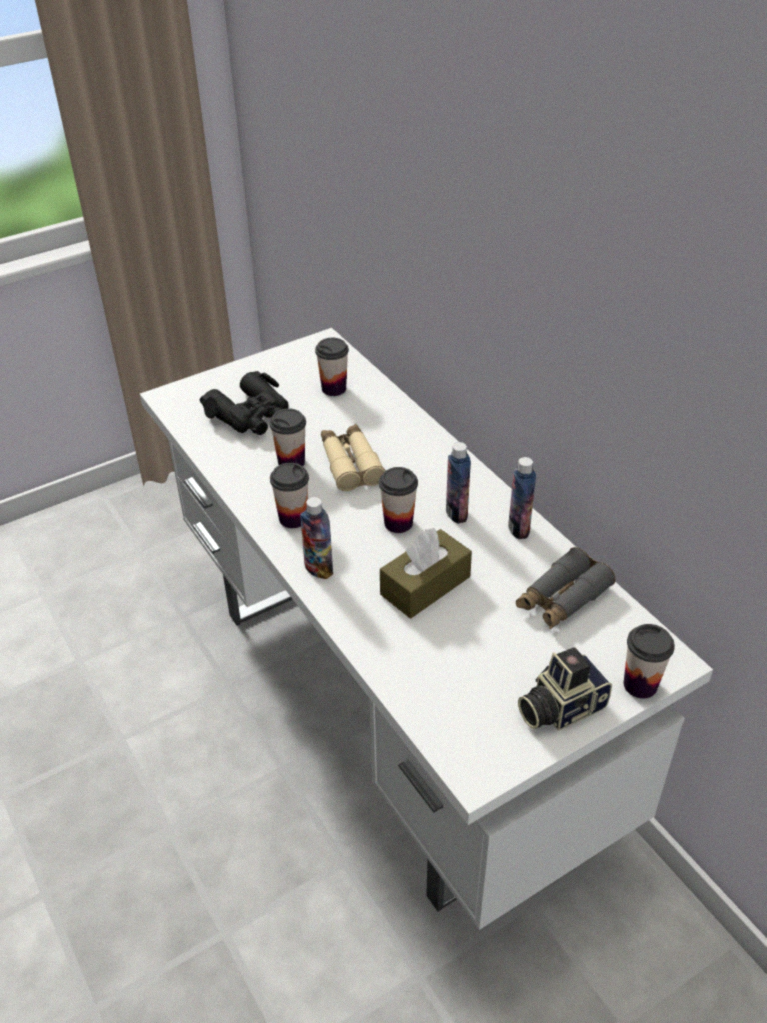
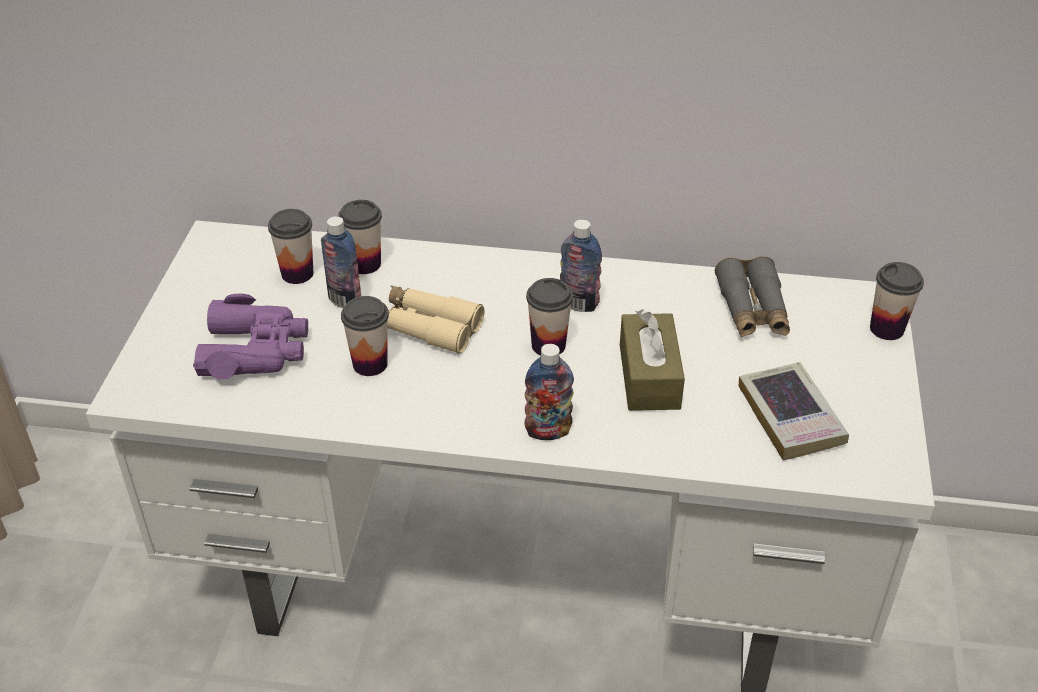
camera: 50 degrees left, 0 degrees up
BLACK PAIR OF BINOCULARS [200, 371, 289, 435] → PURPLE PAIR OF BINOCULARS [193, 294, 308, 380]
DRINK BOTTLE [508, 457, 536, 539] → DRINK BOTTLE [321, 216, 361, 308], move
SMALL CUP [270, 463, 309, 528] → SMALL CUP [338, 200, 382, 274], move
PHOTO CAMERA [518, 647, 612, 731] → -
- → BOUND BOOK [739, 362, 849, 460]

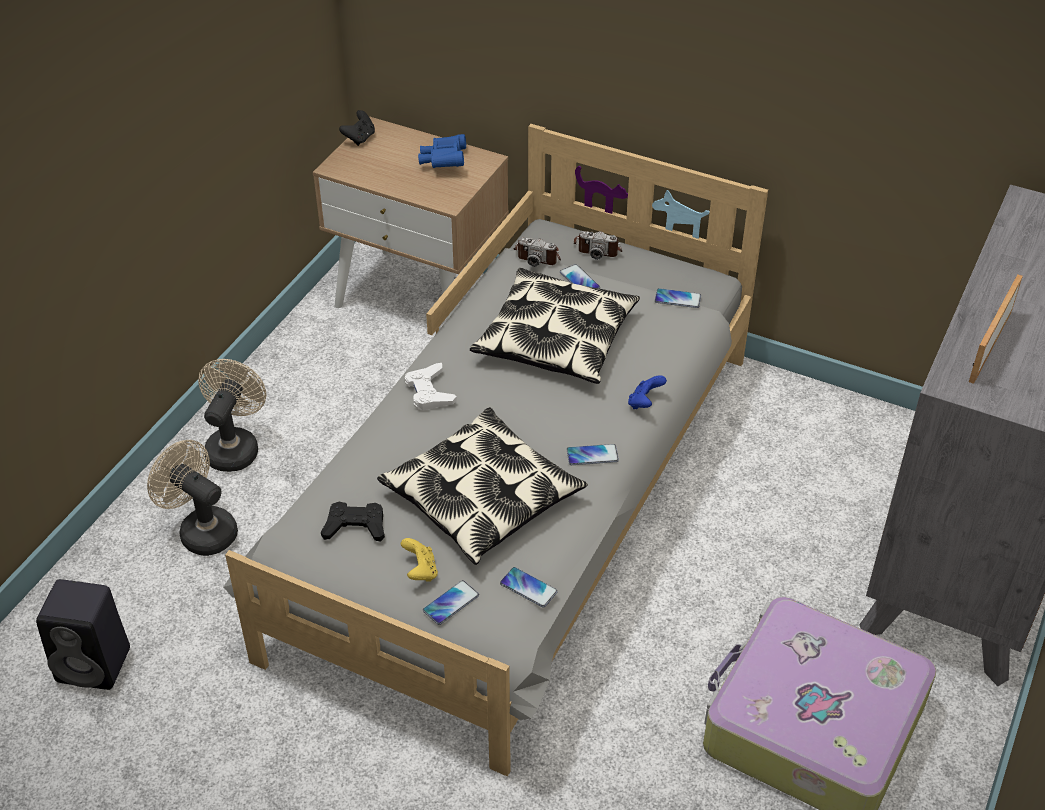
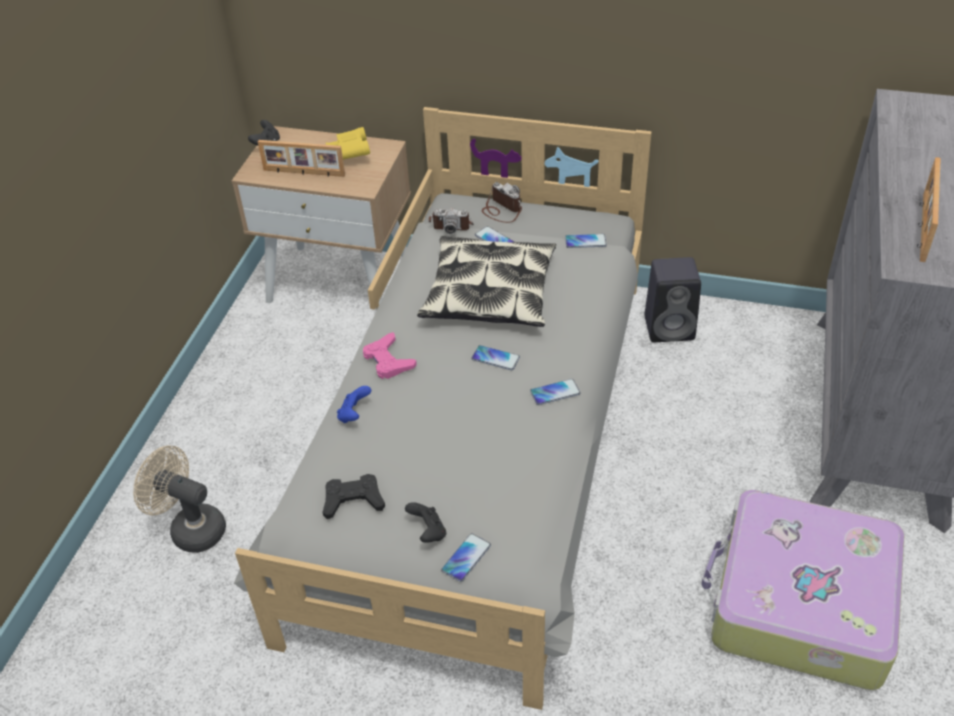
camera: 10 degrees left, 0 degrees up
BLUE PAIR OF BINOCULARS [418, 134, 466, 168] → YELLOW-COLOURED PAIR OF BINOCULARS [326, 127, 370, 160]
PHOTO CAMERA [574, 231, 622, 260] → PHOTO CAMERA [482, 182, 522, 223], 135 degrees counterclockwise
BEIGE-COLOURED ELECTRIC FAN [198, 359, 266, 472] → -
WHITE GAMEPAD [405, 363, 457, 411] → PINKISH GAMEPAD [363, 332, 417, 379]
BLUE GAMEPAD [628, 375, 667, 409] → BLUE GAMEPAD [337, 386, 371, 423], move
PILLOW [377, 407, 588, 565] → -
YELLOW-COLOURED GAMEPAD [401, 538, 438, 582] → BLACK GAMEPAD [405, 502, 446, 543]
PHONE [500, 567, 558, 608] → PHONE [471, 345, 520, 370], move
BLACK LOUDSPEAKER [36, 579, 130, 690] → BLACK LOUDSPEAKER [644, 257, 701, 342], move
- → PHOTO FRAME [258, 140, 345, 177]

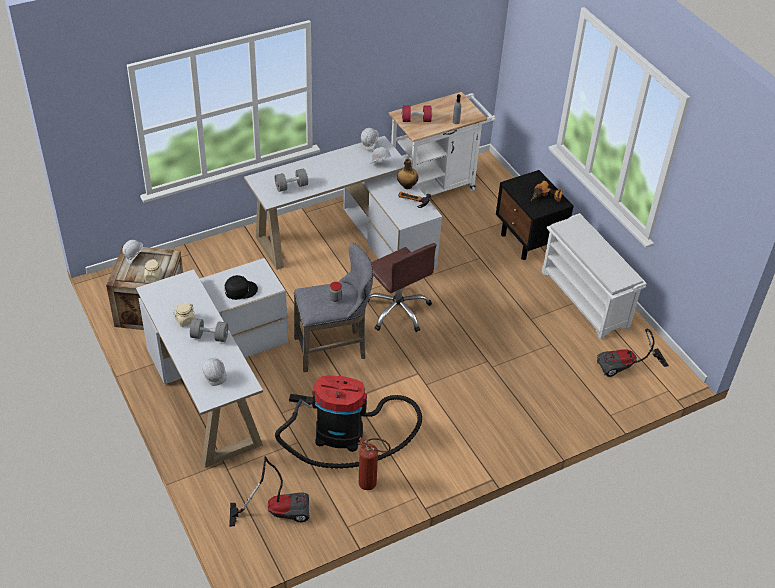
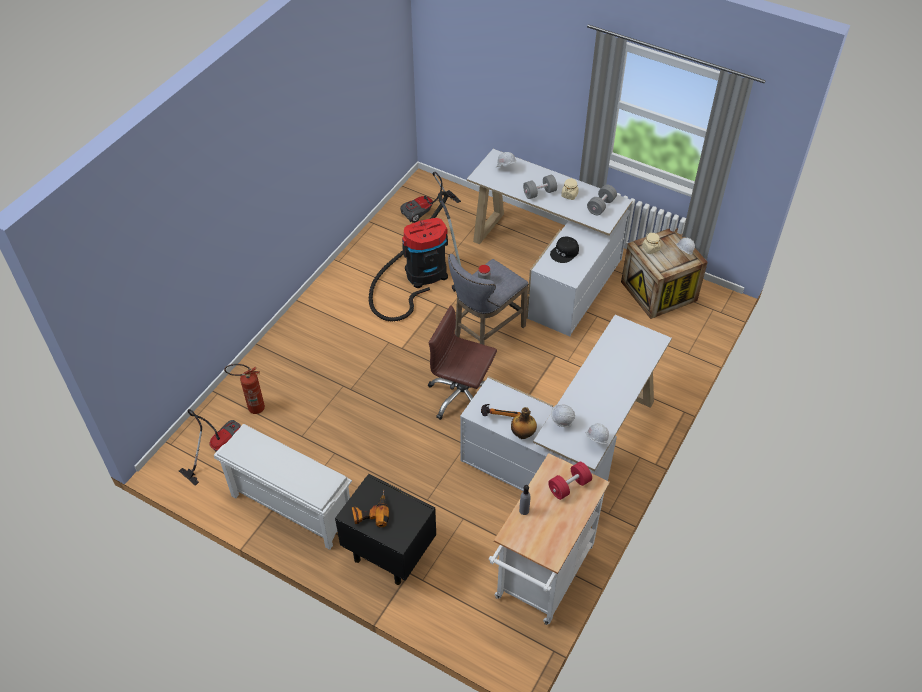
camera: 150 degrees right, 5 degrees up
GREYISH HAND WEIGHT [275, 168, 308, 192] → GREYISH HAND WEIGHT [587, 184, 617, 215], move
FIRE-FIGHTING CYLINDER [357, 437, 391, 490] → FIRE-FIGHTING CYLINDER [224, 364, 265, 414], move

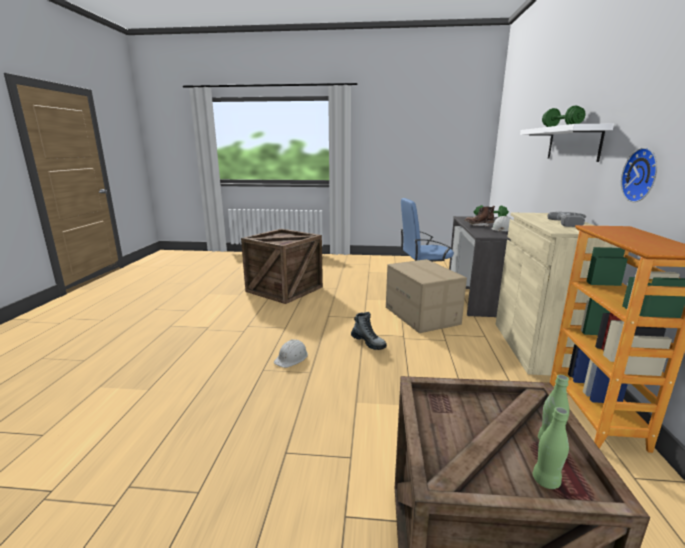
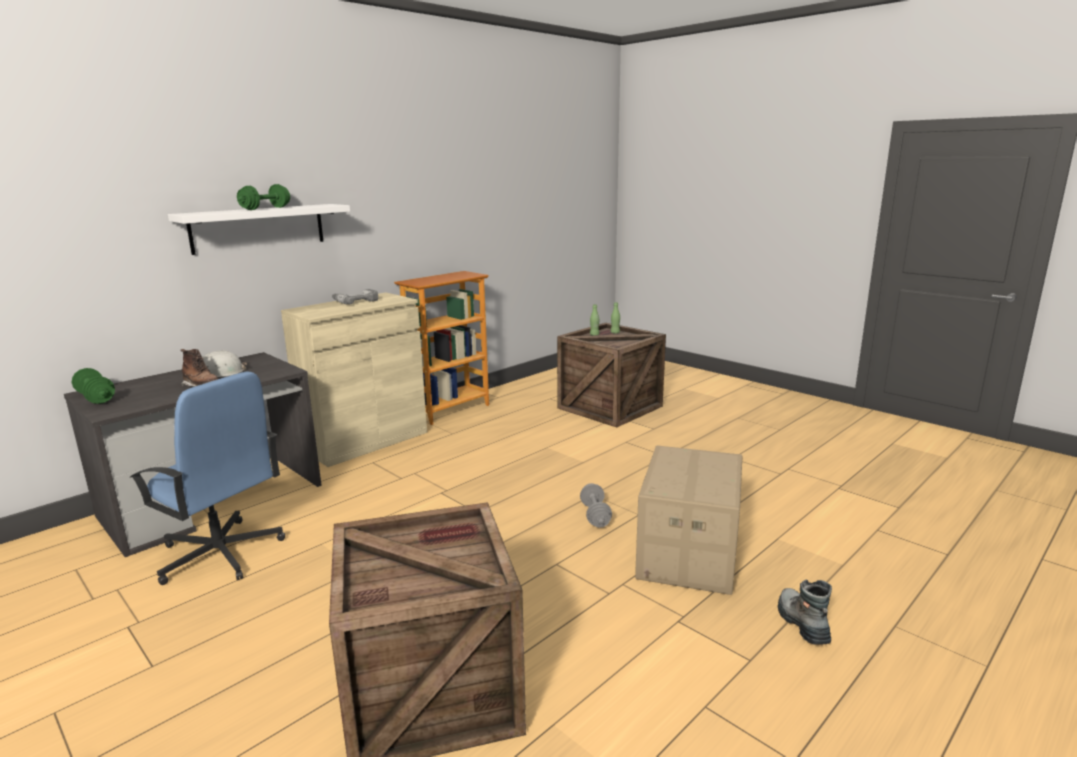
camera: 140 degrees left, 0 degrees up
HANGING CLOCK [621, 148, 657, 202] → -
CARTON [386, 259, 467, 333] → CARTON [635, 446, 742, 595], move
TALL BOOT [351, 312, 387, 350] → TALL BOOT [778, 580, 832, 644], move
WHITE SAFETY HELMET [274, 339, 308, 368] → GREYISH HAND WEIGHT [580, 483, 612, 527]

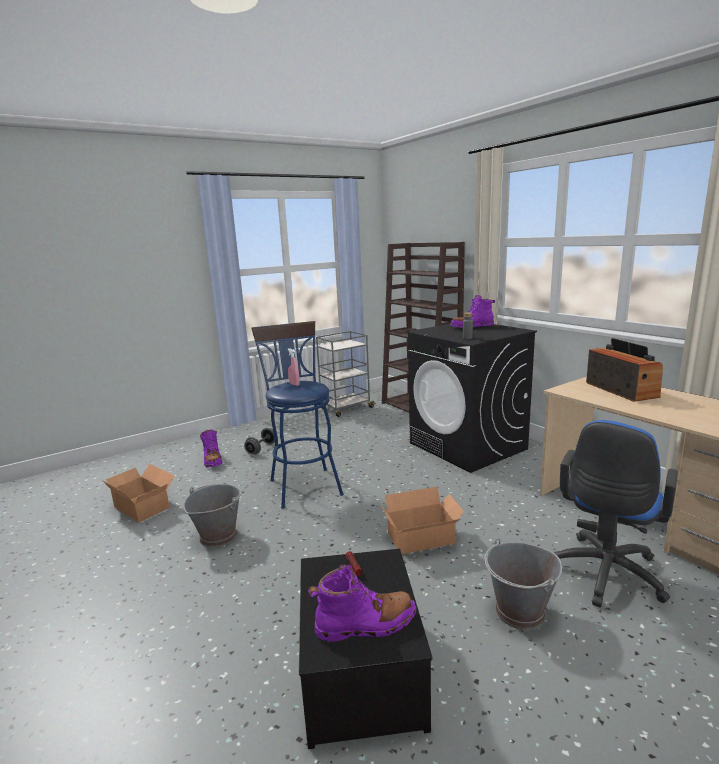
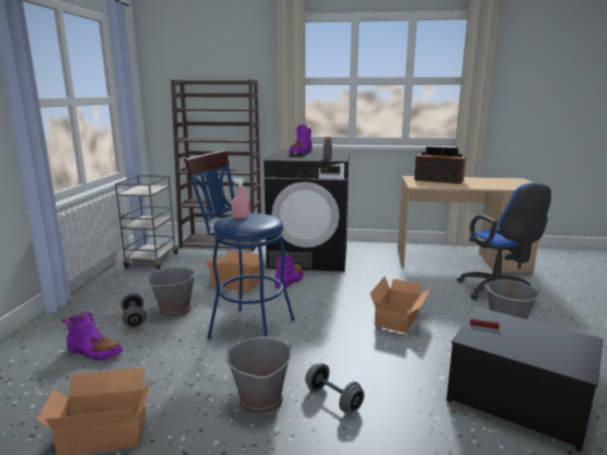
camera: 50 degrees left, 0 degrees up
PURPLE TALL BOOT [308, 564, 416, 642] → PURPLE TALL BOOT [275, 254, 304, 289], move
- → CARTON [204, 251, 264, 292]
- → GREYISH PAIL [148, 267, 196, 318]
- → GREYISH HAND WEIGHT [305, 363, 364, 413]

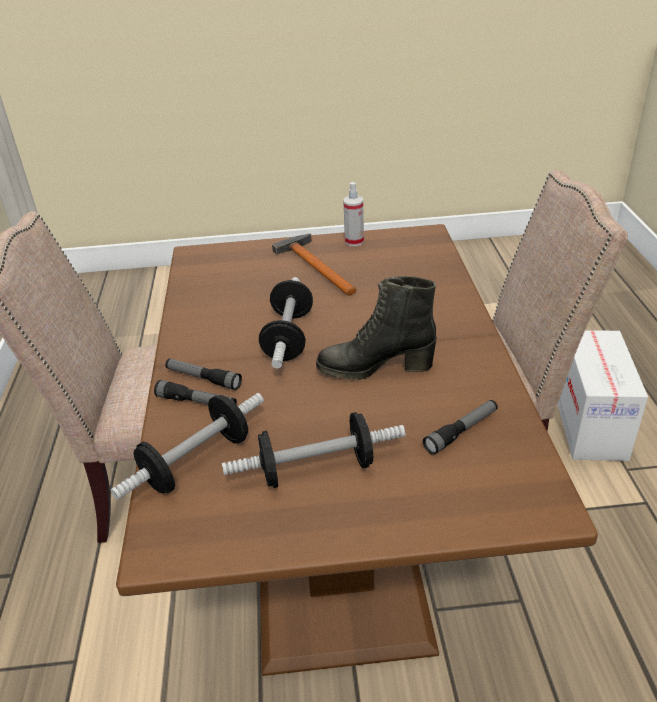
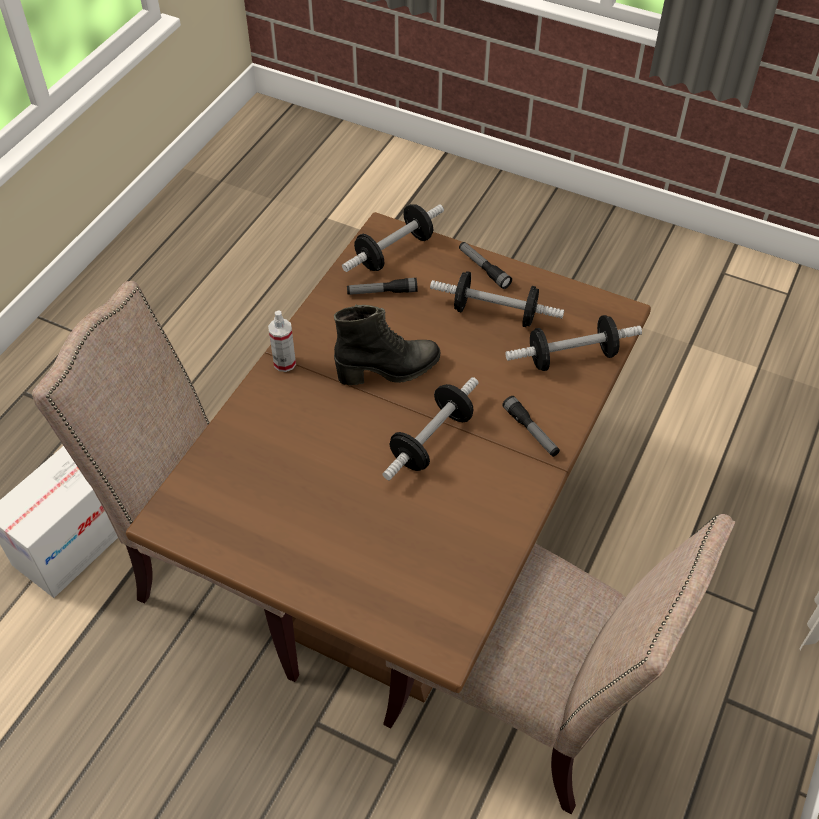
camera: 150 degrees left, 15 degrees up
SPRAYER [343, 182, 364, 246] → SPRAYER [268, 310, 296, 372], move
TOOL HAMMER [272, 233, 357, 296] → -
BLACK TALL BOOT [316, 276, 437, 380] → BLACK TALL BOOT [334, 304, 440, 385], 45 degrees counterclockwise
FLASHLIGHT [154, 380, 237, 404] → FLASHLIGHT [459, 242, 512, 289], move
- → HAND WEIGHT [342, 204, 444, 272]

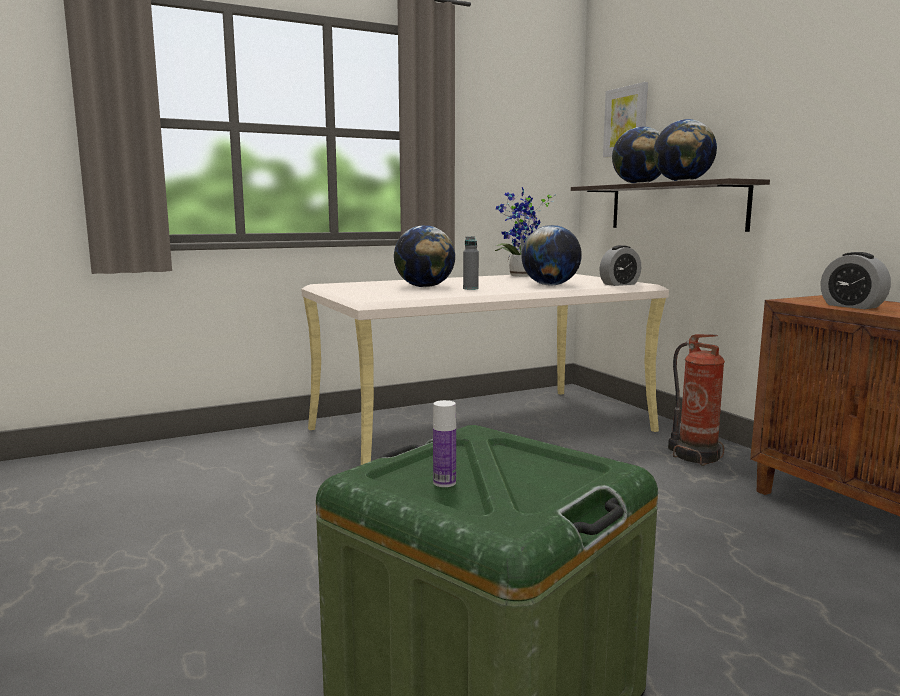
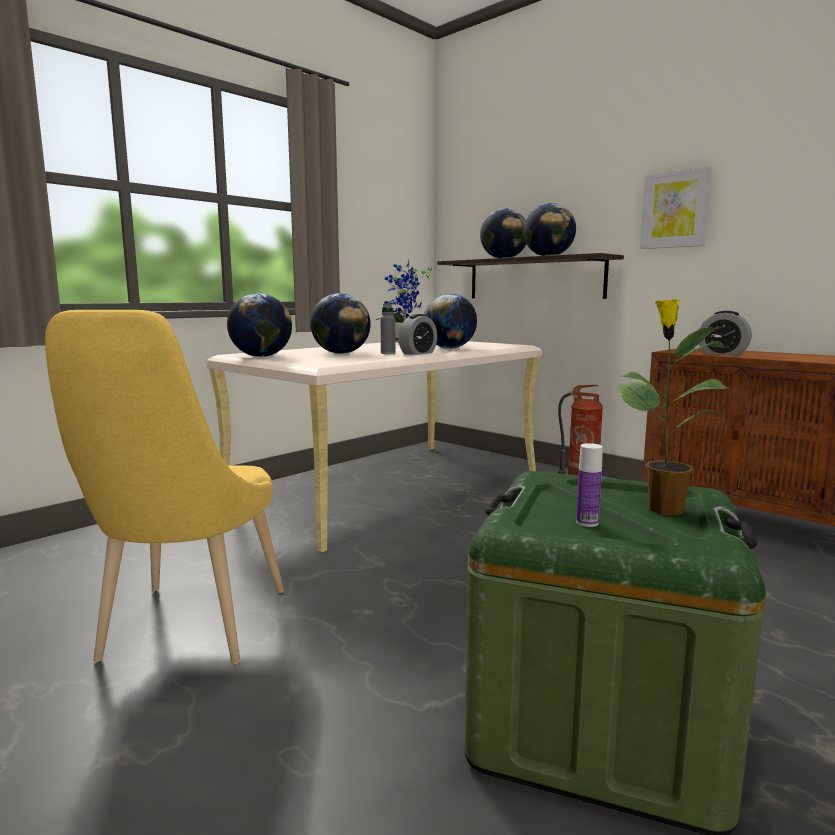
camera: 20 degrees left, 0 degrees up
PICTURE [603, 82, 648, 158] → PICTURE [640, 166, 712, 249], move
TABLE CLOCK [599, 245, 641, 286] → TABLE CLOCK [398, 314, 437, 355], move
- → GLOBE [227, 293, 292, 357]
- → HOUSEPLANT [618, 299, 728, 516]
- → YELLOW-COLOURED PLAIN CHAIR [45, 310, 284, 664]

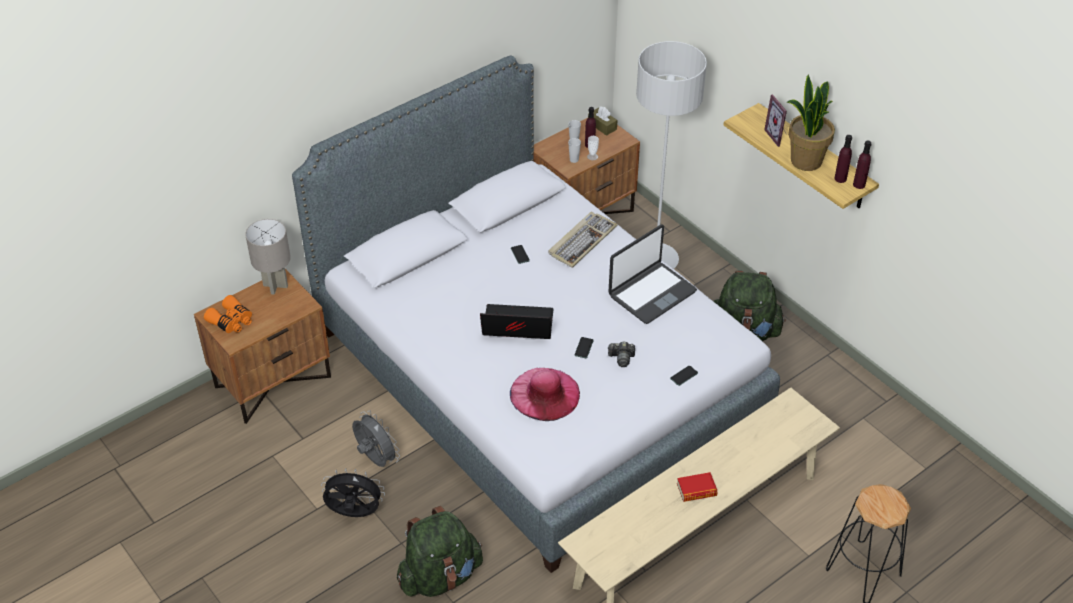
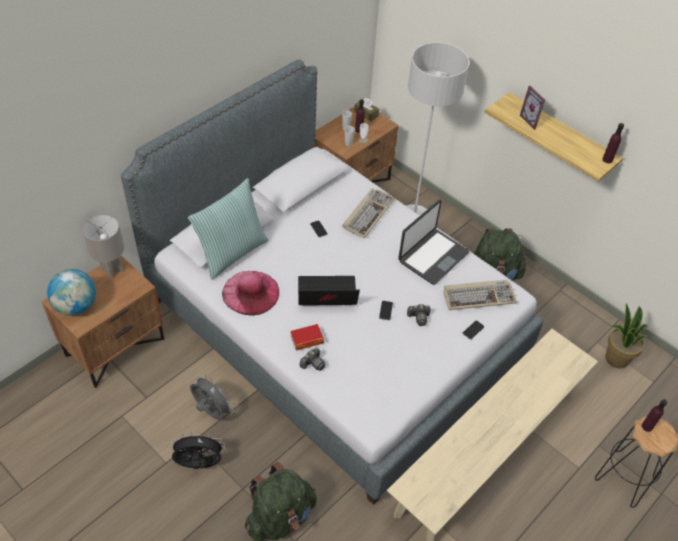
camera: 10 degrees left, 5 degrees up
HOUSEPLANT [786, 74, 835, 171] → HOUSEPLANT [605, 303, 648, 369], move
PURPLE DRINK BOTTLE [834, 135, 852, 183] → PURPLE DRINK BOTTLE [642, 399, 667, 432], move
ORANGE-COLOURED PAIR OF BINOCULARS [204, 295, 252, 333] → GLOBE [47, 269, 96, 315]
PINKISH CLOTHING HAT [510, 368, 580, 421] → PINKISH CLOTHING HAT [222, 271, 279, 316], move
BOUND BOOK [677, 472, 718, 502] → BOUND BOOK [291, 324, 324, 351], move
- → PILLOW [188, 178, 269, 280]
- → KEYBOARD [443, 280, 517, 310]
- → PHOTO CAMERA [300, 348, 325, 371]

